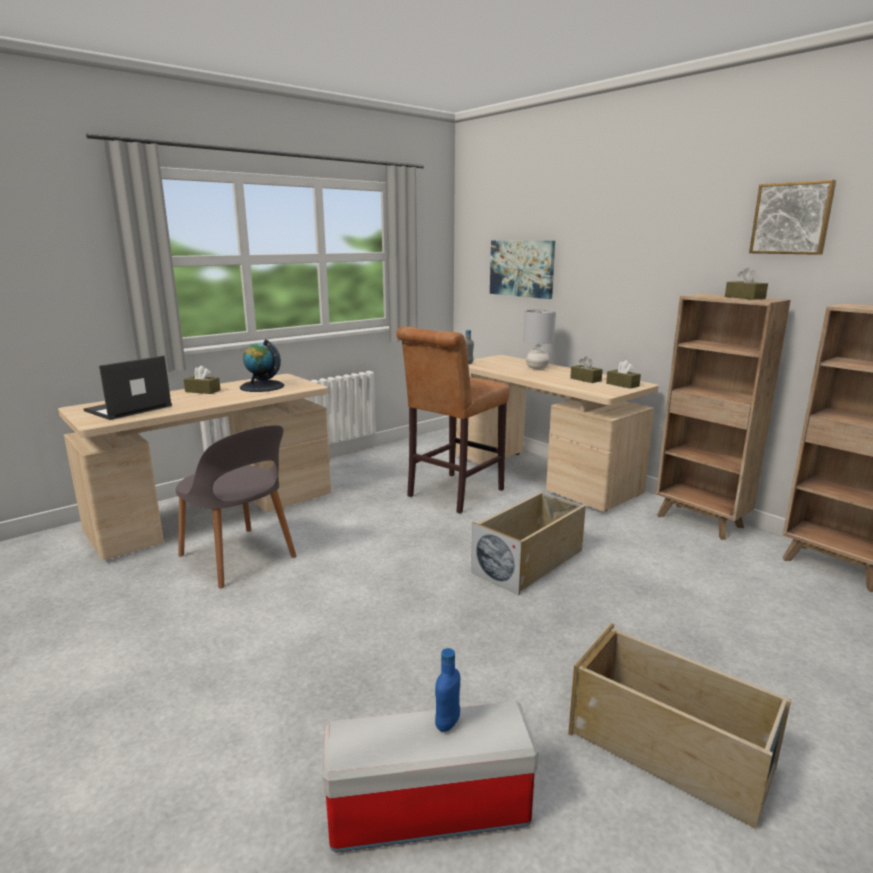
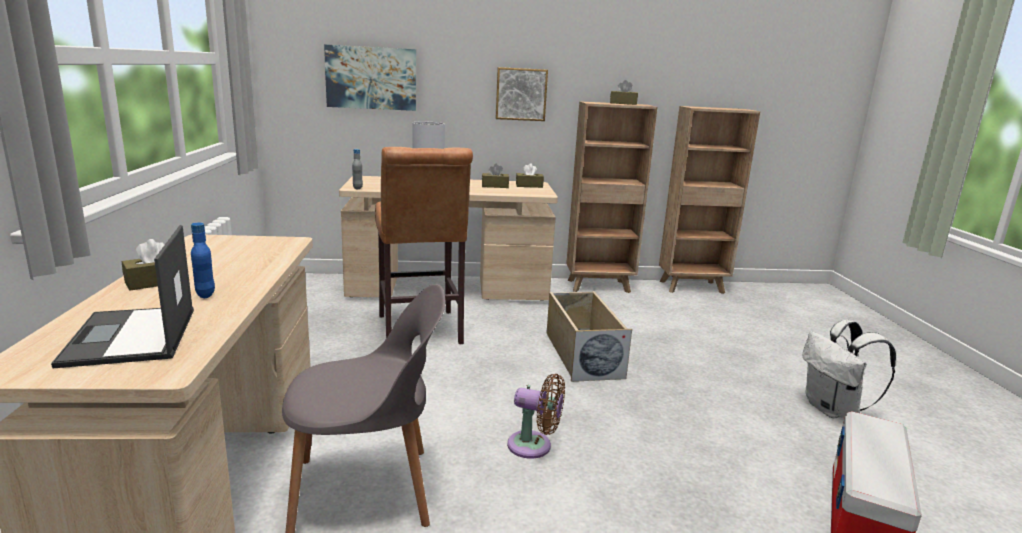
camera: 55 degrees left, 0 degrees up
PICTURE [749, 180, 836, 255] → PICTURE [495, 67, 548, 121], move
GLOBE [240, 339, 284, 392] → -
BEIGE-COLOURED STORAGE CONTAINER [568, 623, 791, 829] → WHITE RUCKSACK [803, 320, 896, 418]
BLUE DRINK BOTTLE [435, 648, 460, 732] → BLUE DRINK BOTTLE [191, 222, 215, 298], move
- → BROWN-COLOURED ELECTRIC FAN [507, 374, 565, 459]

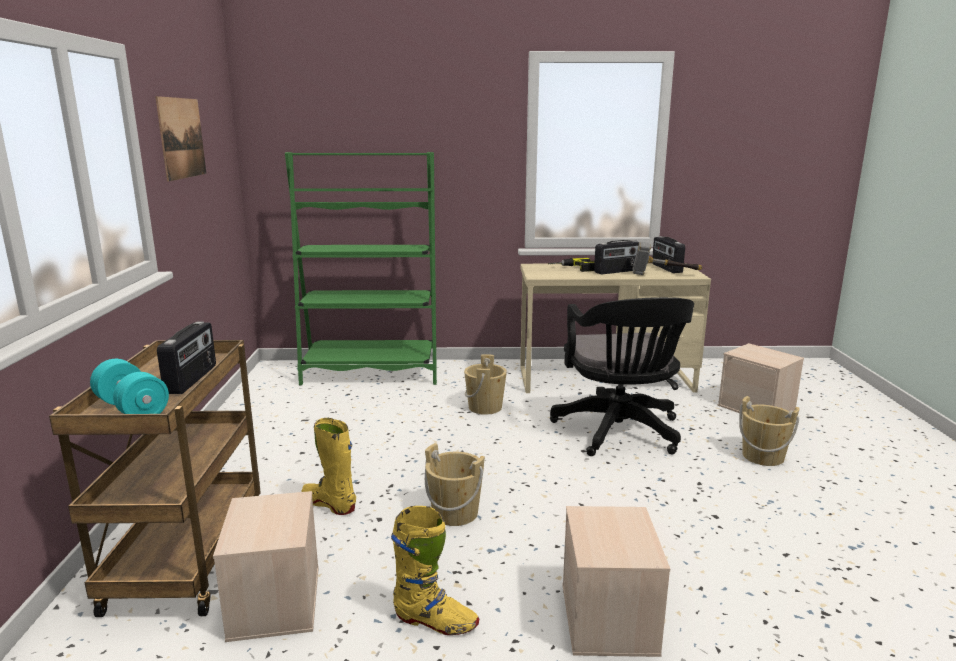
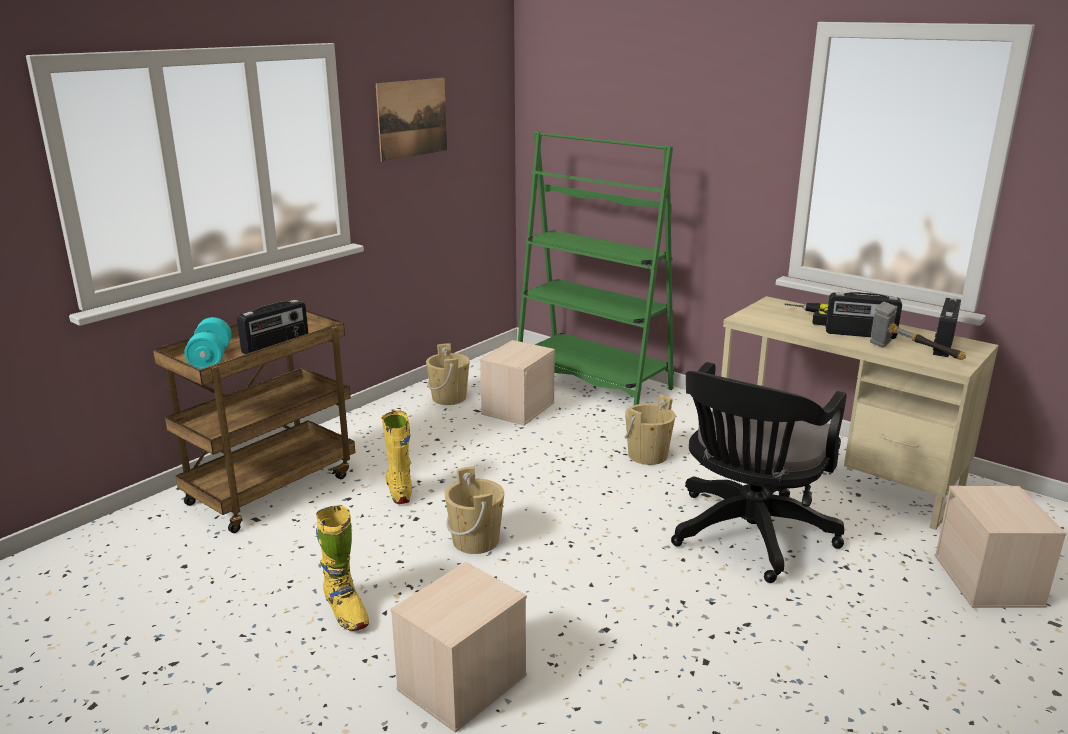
camera: 40 degrees right, 5 degrees up
BEIGE-COLOURED PAIL [739, 396, 800, 466] → BEIGE-COLOURED PAIL [426, 343, 470, 405], move
BEIGE-COLOURED STORAGE CONTAINER [213, 491, 319, 642] → BEIGE-COLOURED STORAGE CONTAINER [480, 340, 555, 425], move

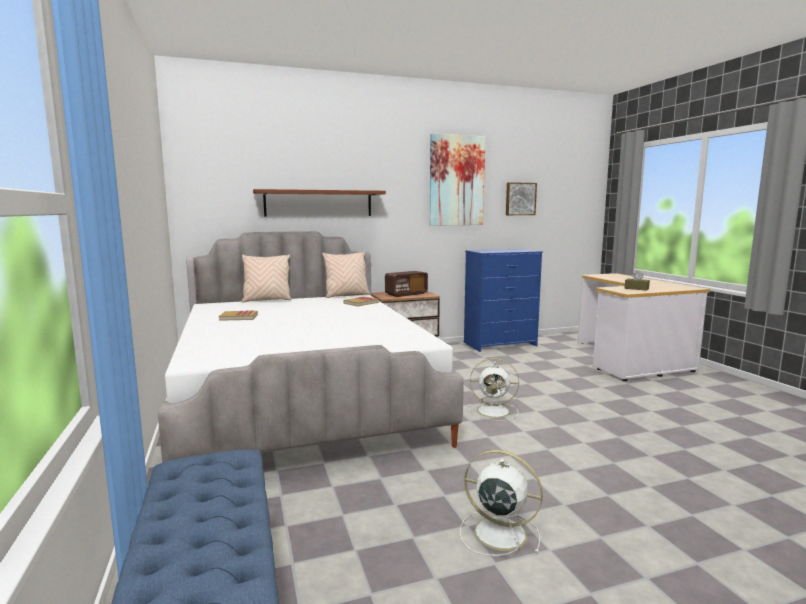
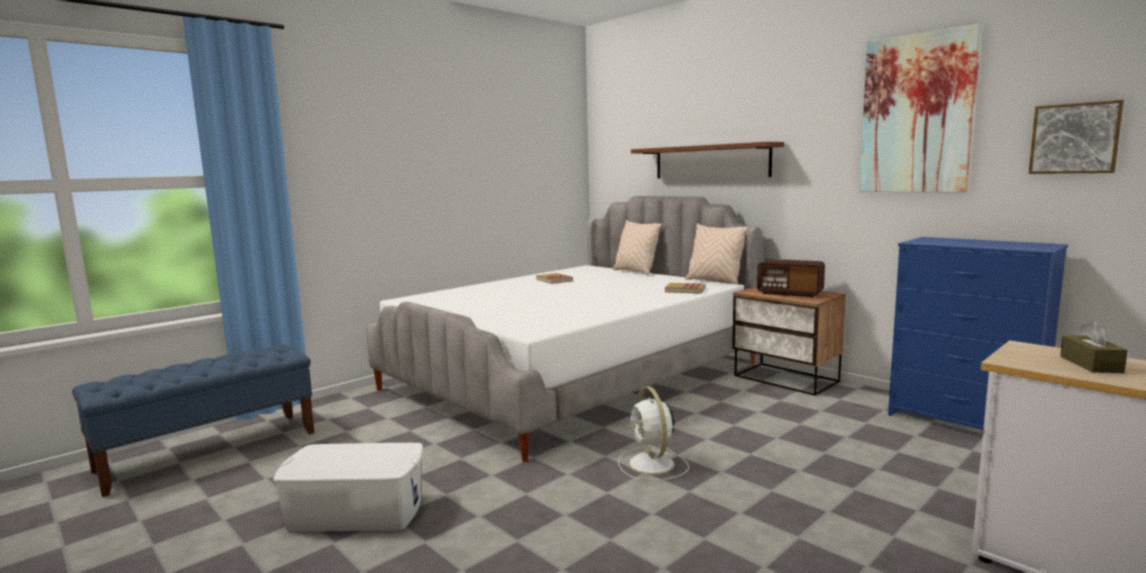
camera: 65 degrees right, 0 degrees up
WHITE ELECTRIC FAN [460, 450, 543, 556] → WHITE STORAGE CONTAINER [273, 443, 423, 532]

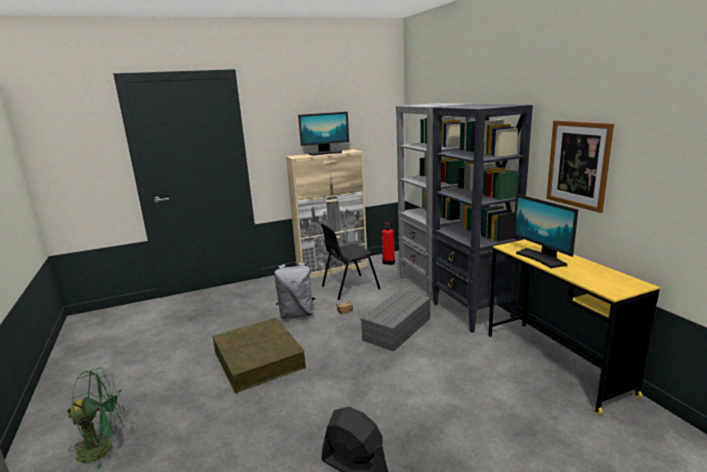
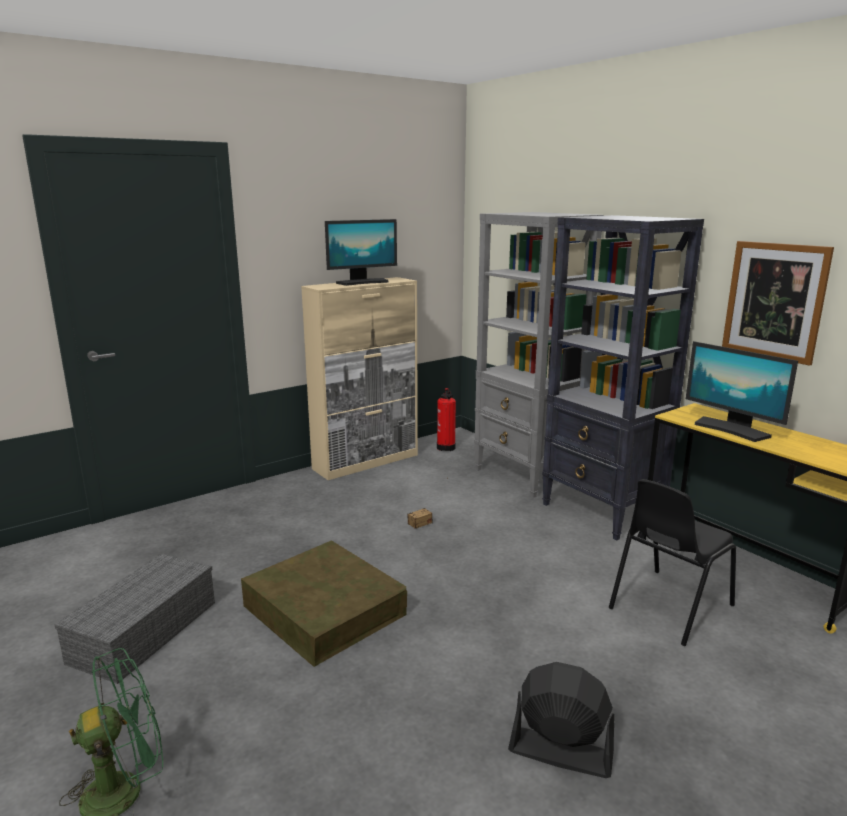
camera: 15 degrees left, 0 degrees up
BLACK PLAIN CHAIR [321, 224, 380, 300] → BLACK PLAIN CHAIR [609, 479, 736, 646], move
GREYISH RUCKSACK [274, 262, 315, 319] → -
GREYISH STORAGE CONTAINER [361, 290, 431, 351] → GREYISH STORAGE CONTAINER [54, 553, 215, 684], move

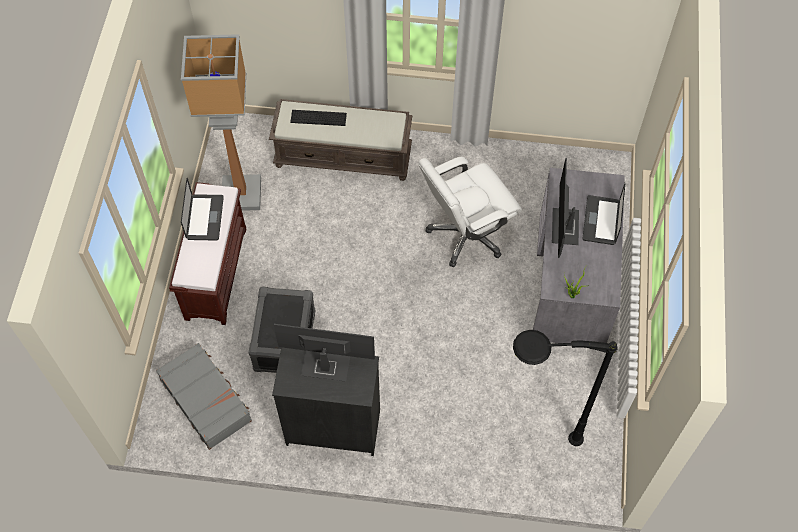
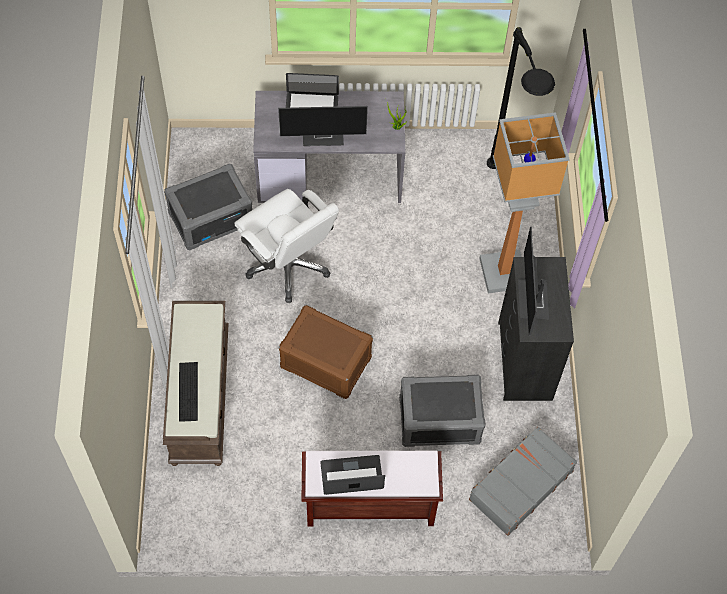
camera: 100 degrees left, 0 degrees up
STANDARD LAMP [181, 34, 261, 211] → STANDARD LAMP [479, 112, 570, 293], move
- → GREYISH STORAGE CONTAINER [164, 164, 252, 250]
- → BROWN-COLOURED STORAGE CONTAINER [279, 305, 373, 399]

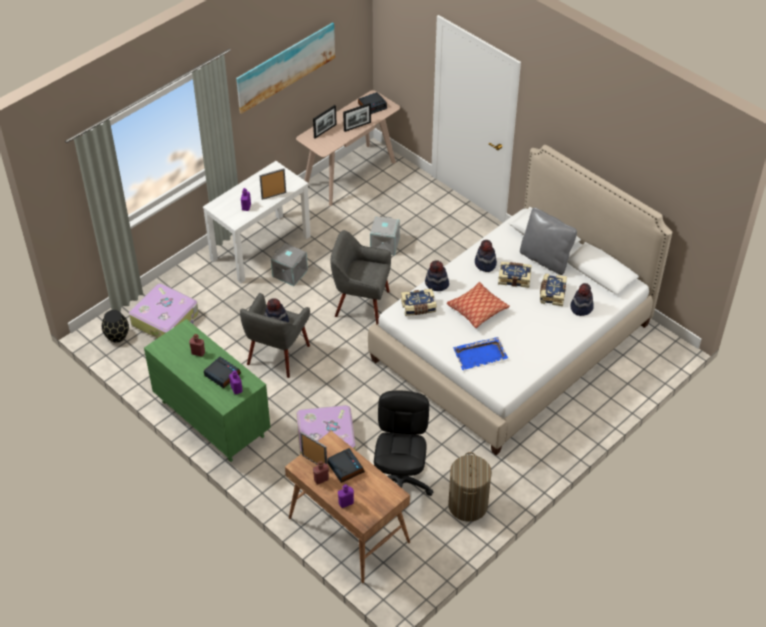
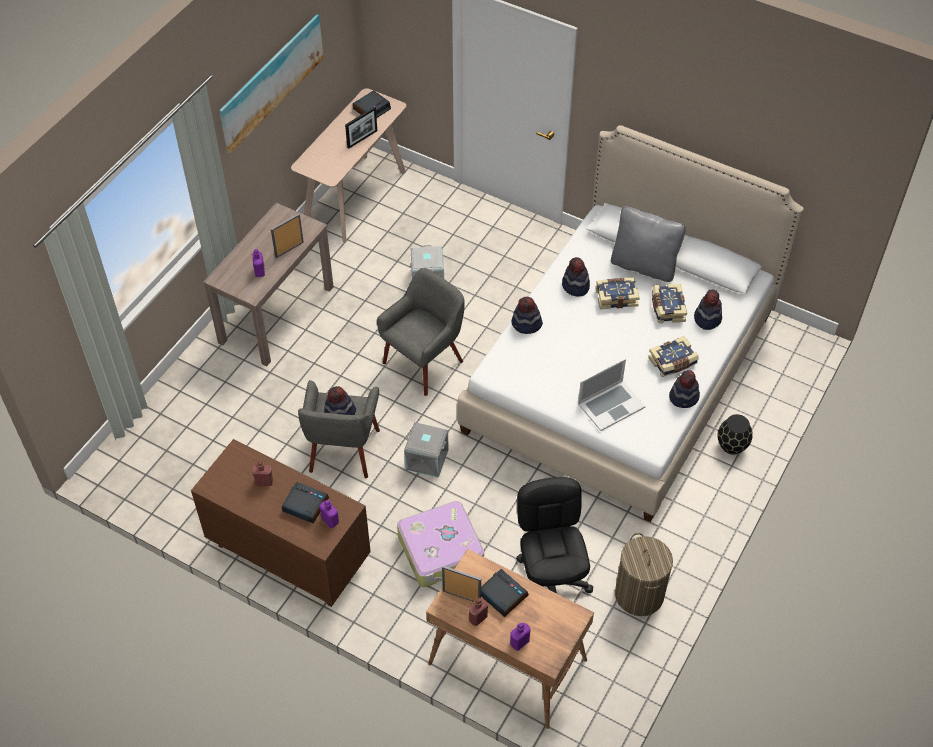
camera: 15 degrees left, 5 degrees up
PHOTO FRAME [313, 105, 337, 138] → -
WHITE NARROW TABLE [203, 161, 311, 283] → BROWN-COLOURED NARROW TABLE [203, 203, 334, 366]
GREYISH ARMCHAIR [331, 230, 391, 325] → GREYISH ARMCHAIR [377, 268, 465, 396], 135 degrees clockwise
GREYISH STORAGE CONTAINER [271, 243, 308, 286] → GREYISH STORAGE CONTAINER [404, 422, 449, 478], move
PILLOW [447, 282, 510, 328] → -
PIECE OF LUGGAGE [129, 284, 199, 339] → -
BOUND BOOK [401, 289, 437, 316] → BOUND BOOK [648, 336, 699, 377], move
BLACK DECORATIVE VASE [102, 310, 129, 343] → BLACK DECORATIVE VASE [718, 414, 753, 455], move
GREENISH CHEST OF DRAWERS [144, 319, 271, 462] → BROWN-COLOURED CHEST OF DRAWERS [191, 439, 371, 607]
BLUE SERVING TRAY [453, 337, 508, 370] → NOTEBOOK COMPUTER [578, 359, 645, 431]
- → CLOTHING HAT [669, 370, 700, 408]

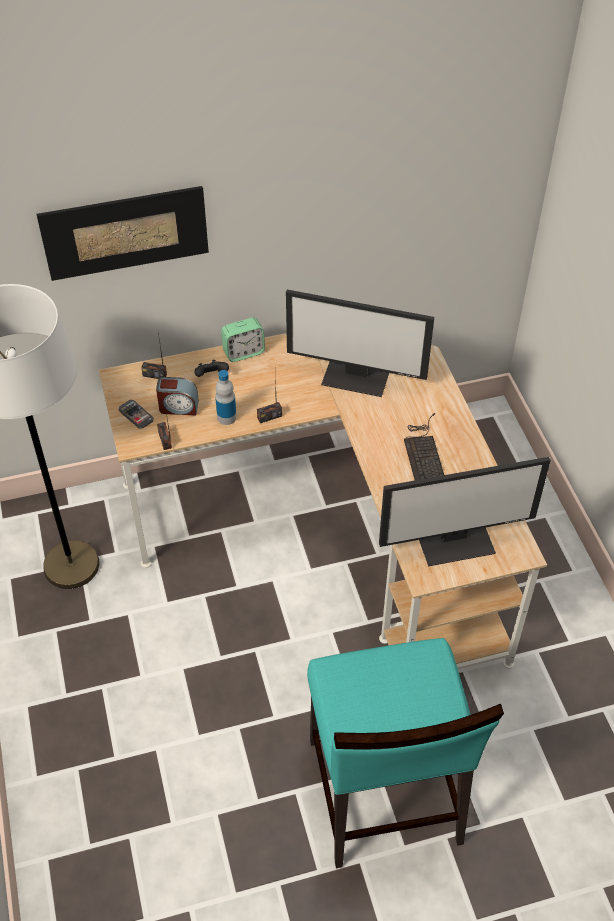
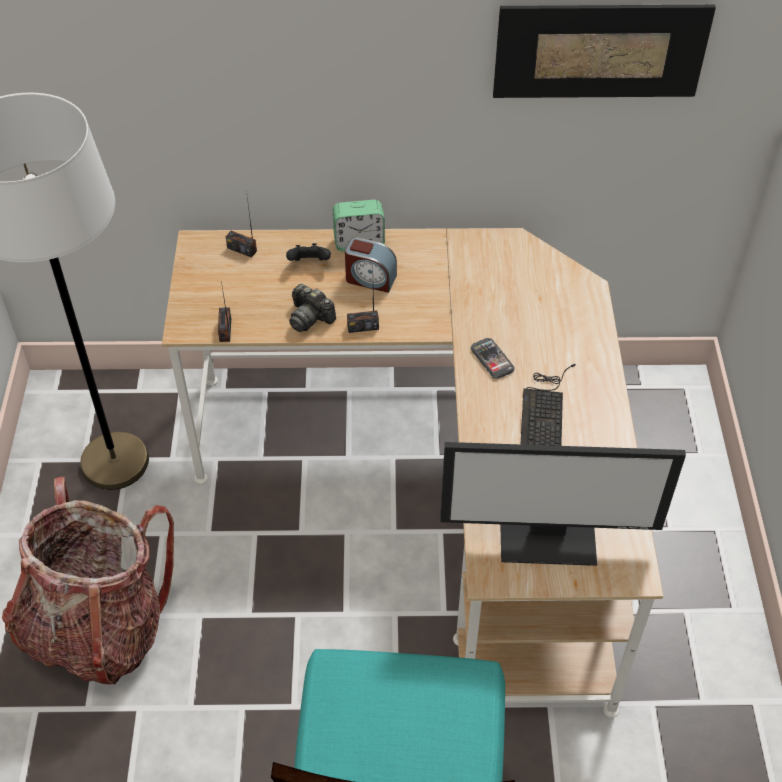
camera: 15 degrees right, 0 degrees up
PICTURE [37, 186, 209, 281] → PICTURE [493, 5, 716, 98], move
COMPUTER DISPLAY [286, 290, 434, 397] → -
DRINK BOTTLE [215, 370, 237, 425] → PHOTO CAMERA [289, 284, 336, 332]
TABLE CLOCK [156, 377, 199, 415] → TABLE CLOCK [345, 237, 397, 293], move
PHONE [118, 400, 154, 429] → PHONE [471, 338, 515, 379], move
- → RUCKSACK [2, 477, 174, 685]

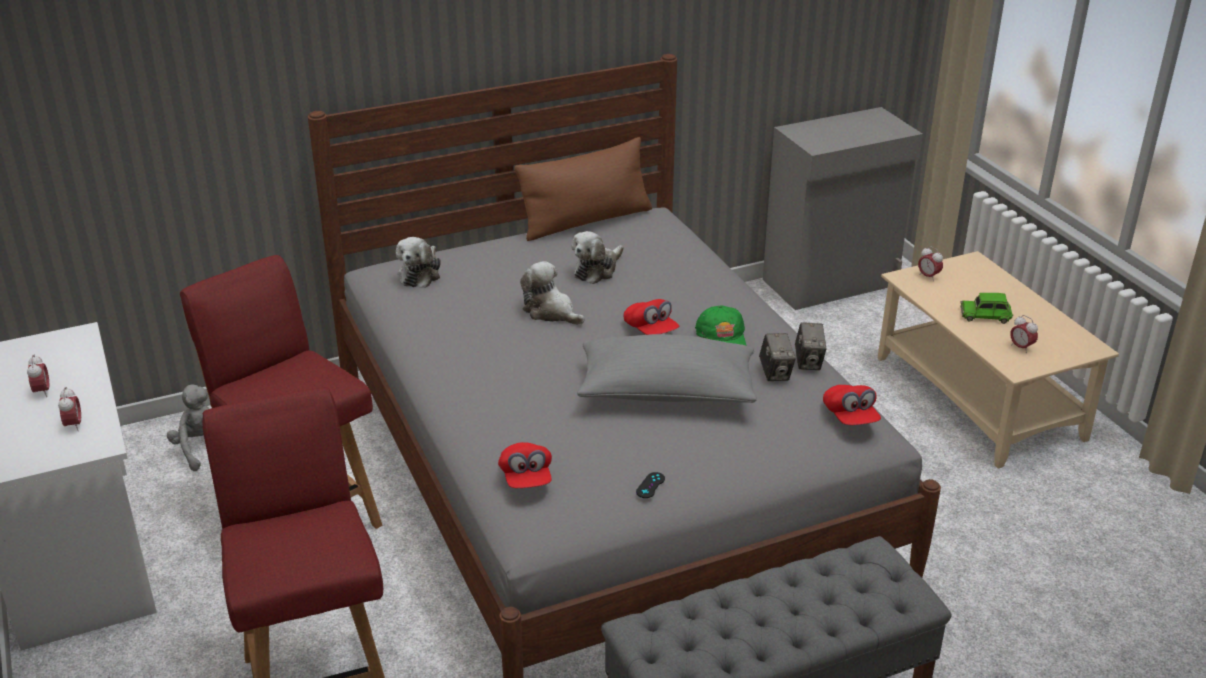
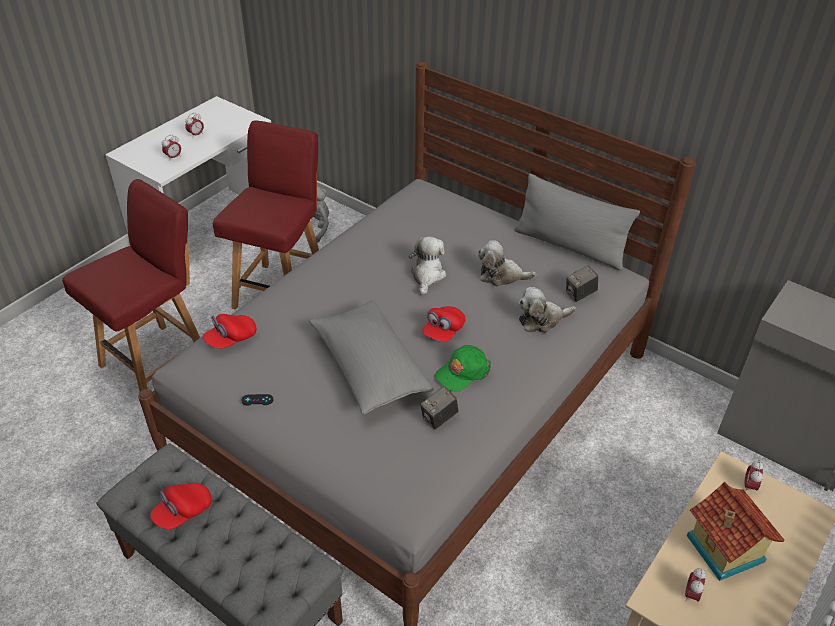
camera: 60 degrees right, 10 degrees up
BROWN-COLOURED PILLOW [514, 137, 652, 241] → GREYISH PILLOW [514, 173, 640, 271]
SOFT TOY [396, 237, 441, 288] → SOFT TOY [519, 287, 576, 333], move
GREENISH TOY CAR [960, 293, 1013, 324] → MODEL HOUSE [687, 481, 785, 581]
PHOTO CAMERA [795, 322, 827, 370] → PHOTO CAMERA [566, 265, 598, 302], move
RED BASEBALL CAP [823, 385, 881, 425] → RED BASEBALL CAP [150, 483, 212, 529], move

